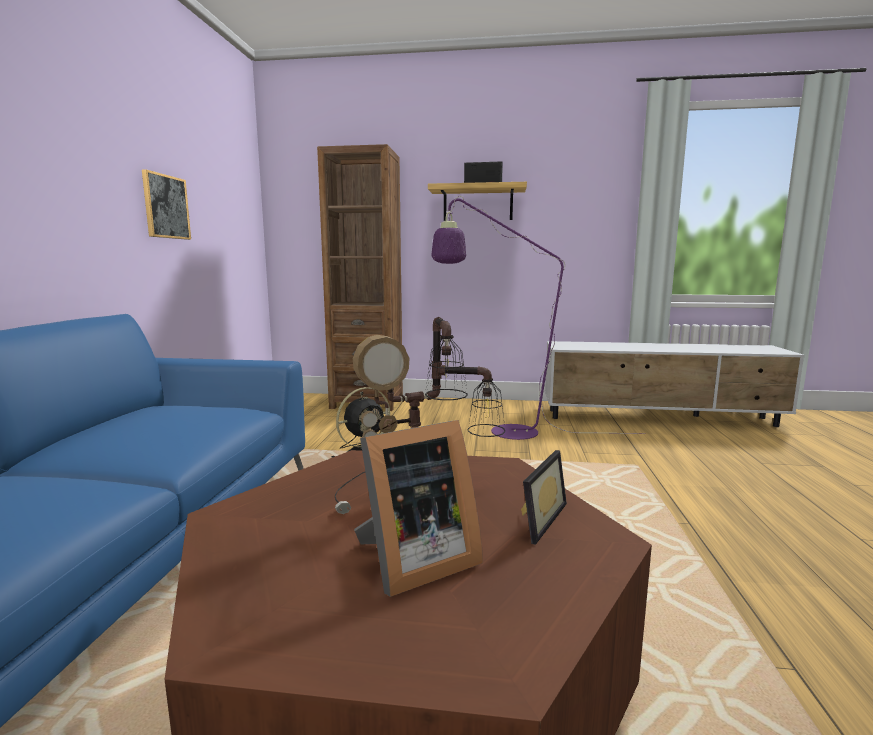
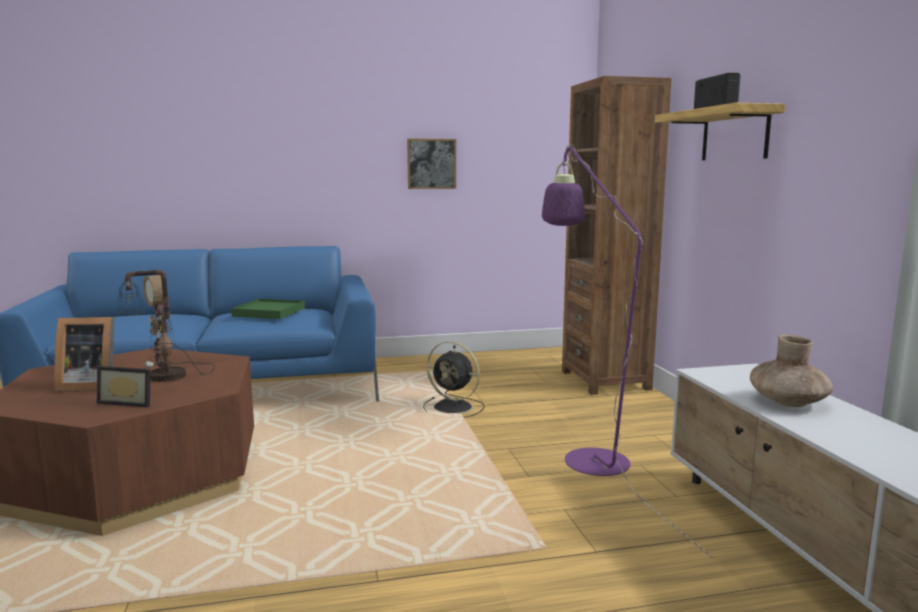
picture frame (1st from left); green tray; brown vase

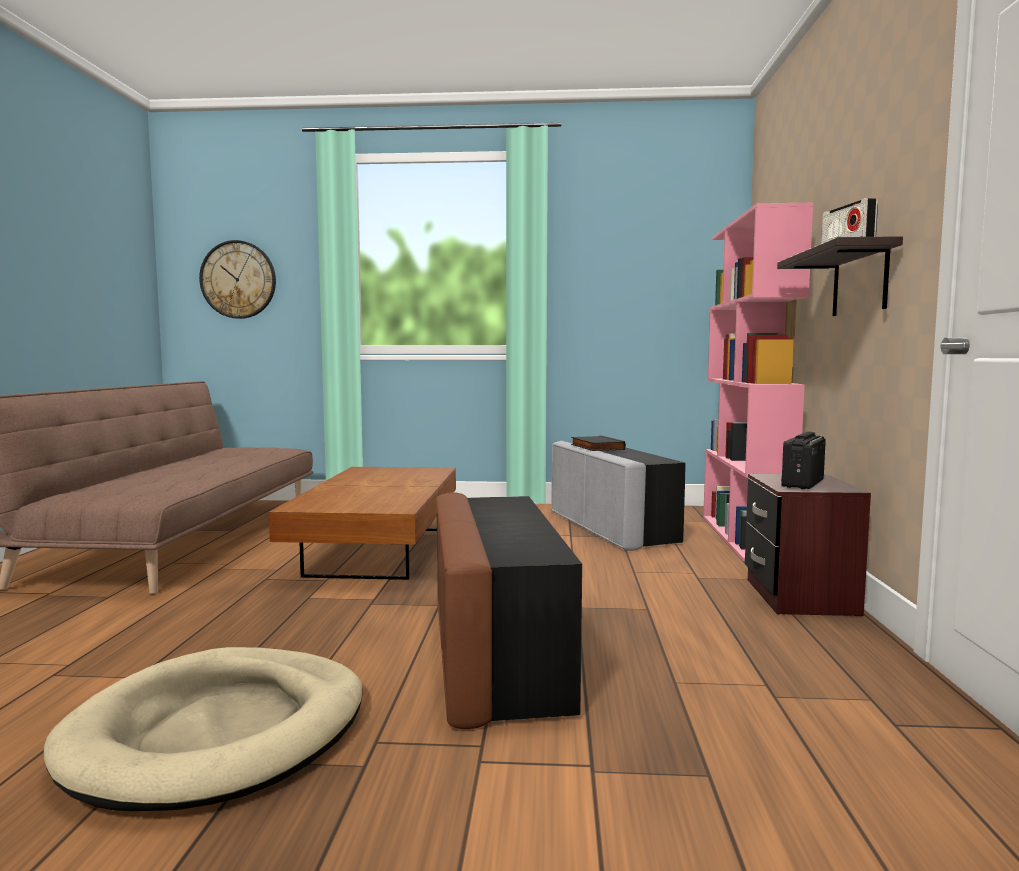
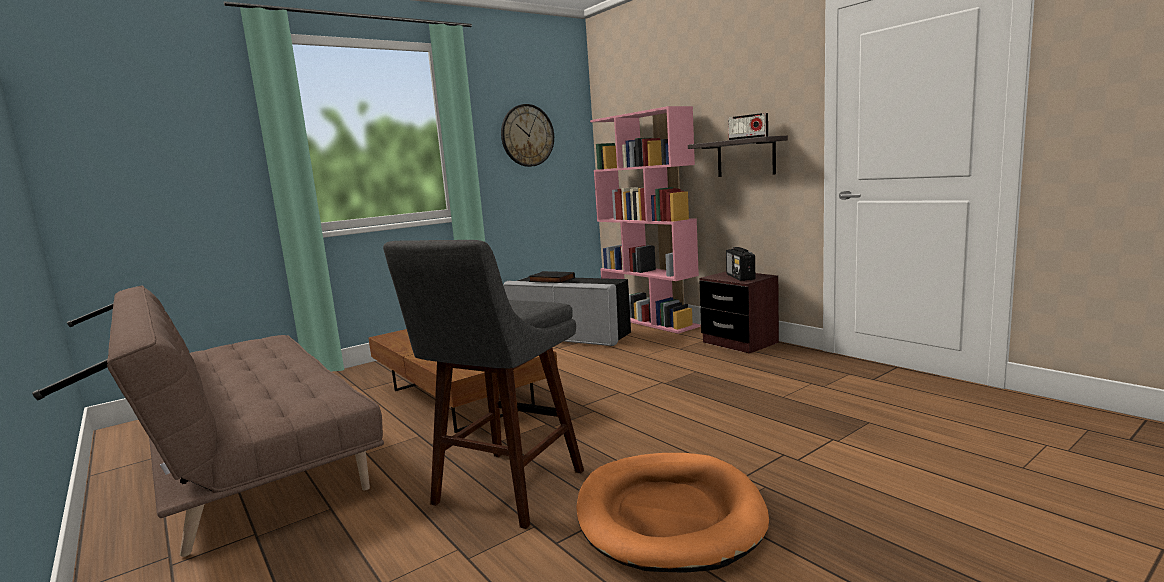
orange dog bed; wall clock; brown ottoman; grey stool

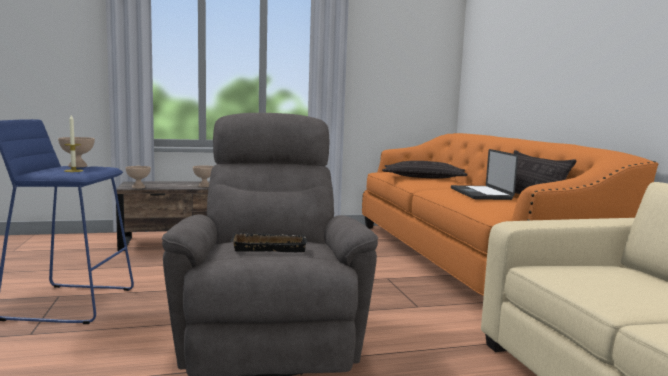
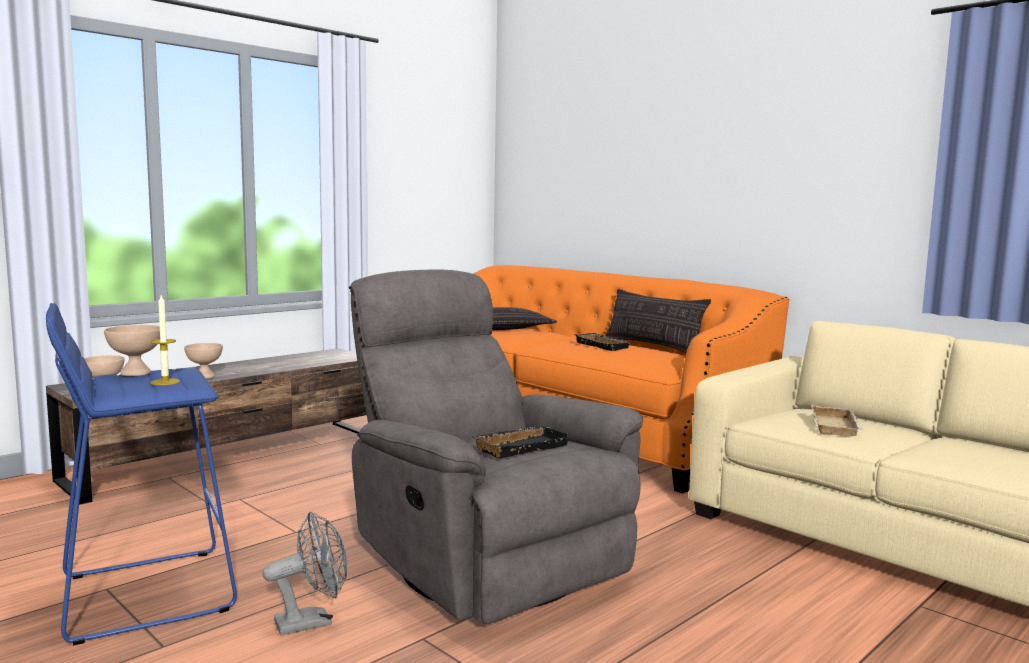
black tray (2nd from left); grey fan; beige tray

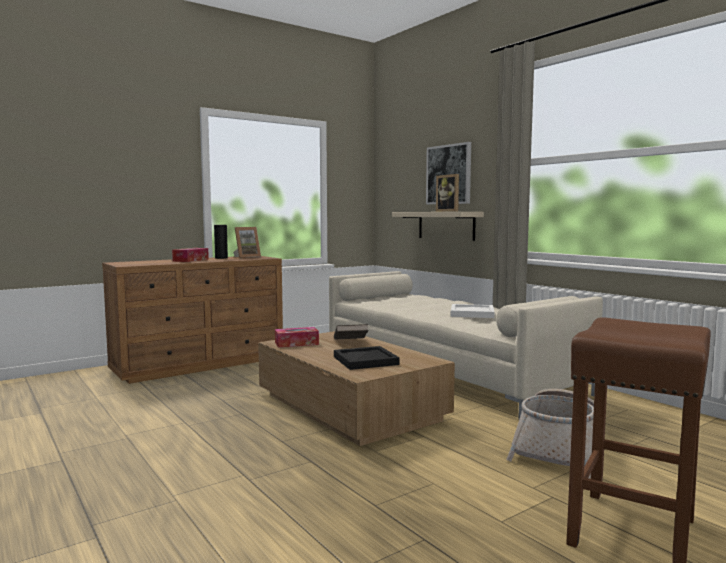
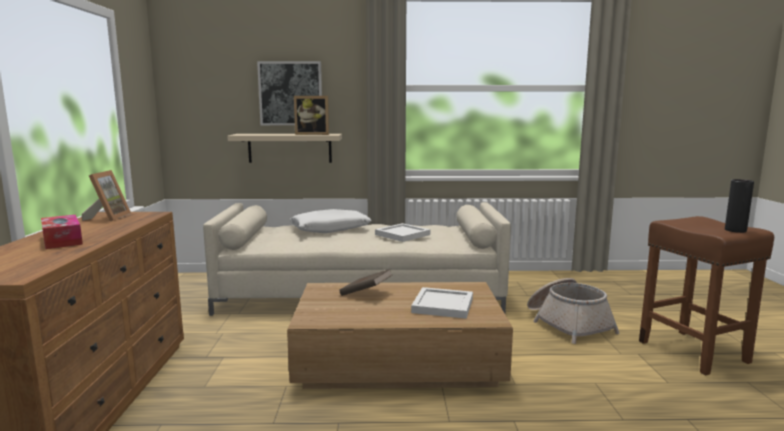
black vase; tissue box (2nd from left in the first image); white tray (2nd from left); white pillow

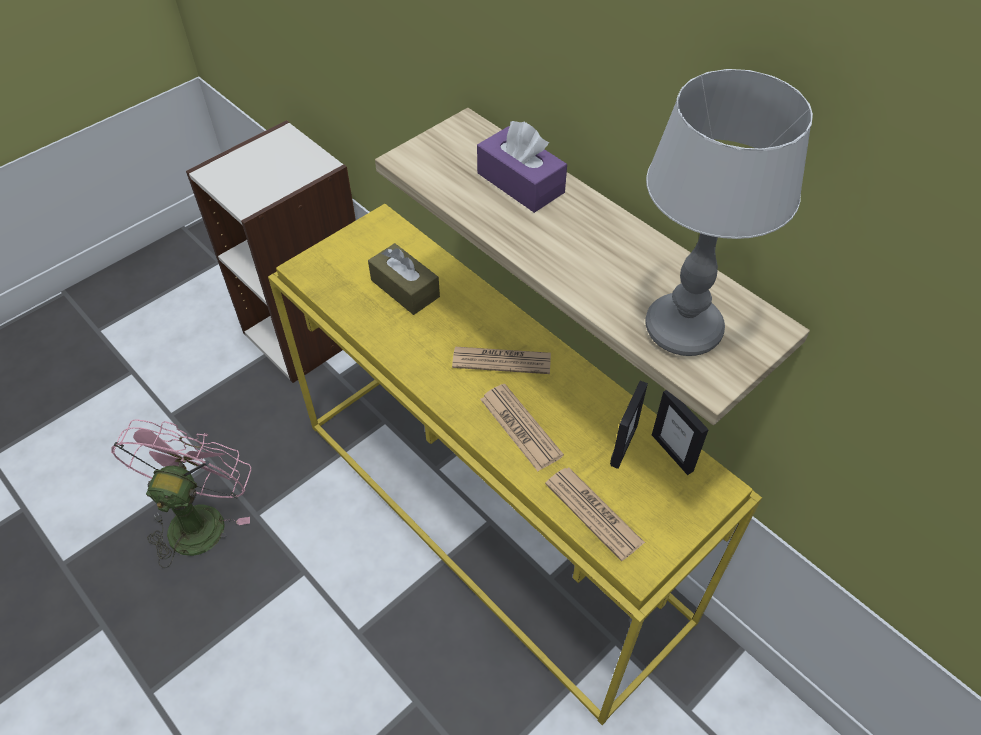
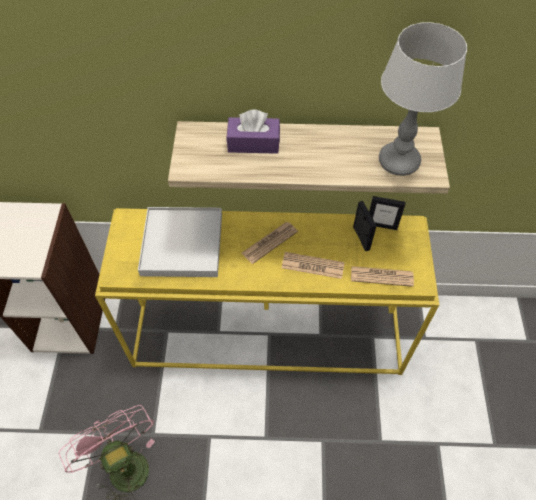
white tray

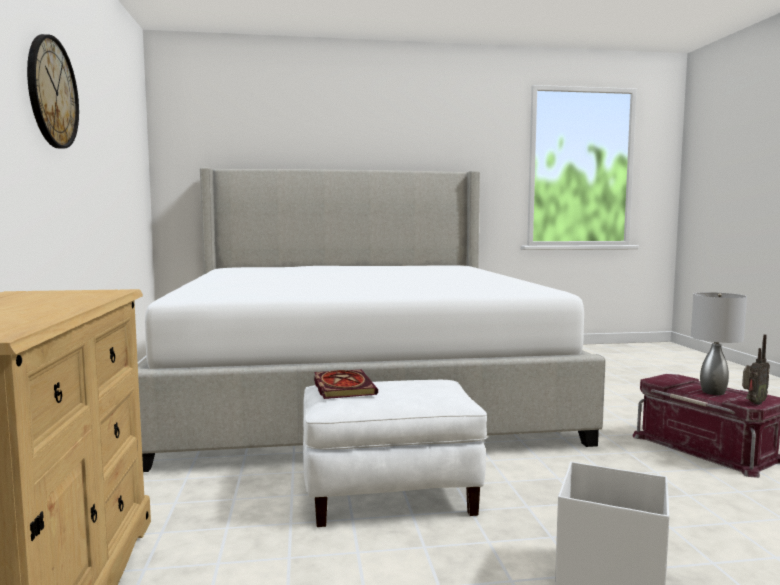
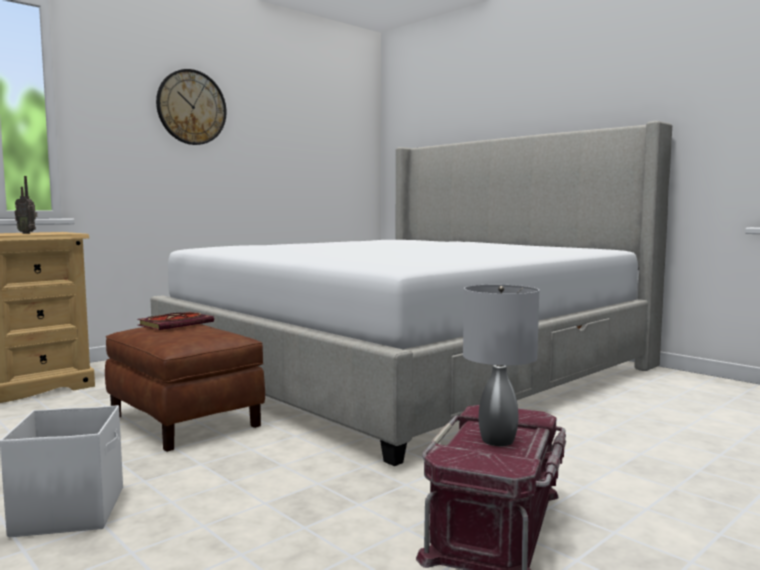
brown ottoman; radio

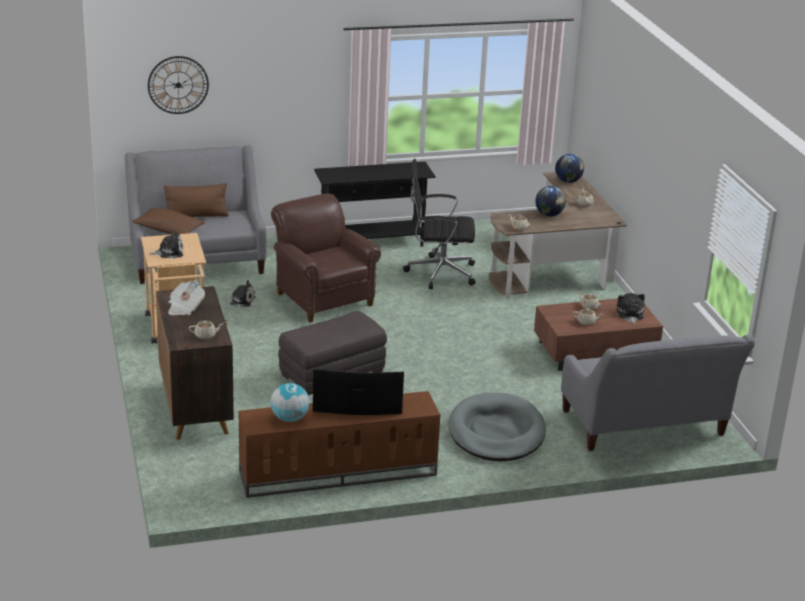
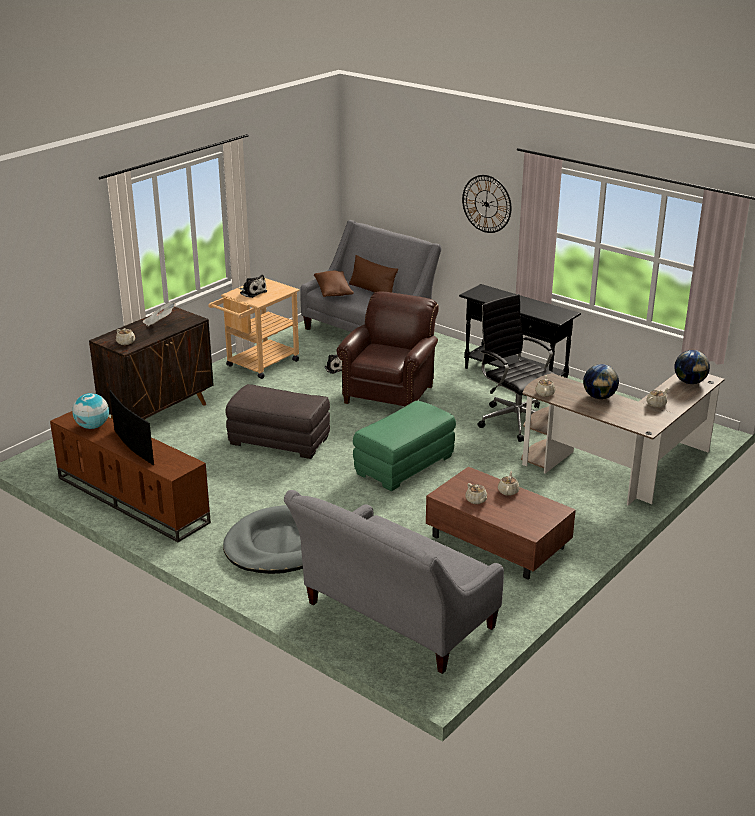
wall clock; plush toy (3rd from left in the first image); green ottoman

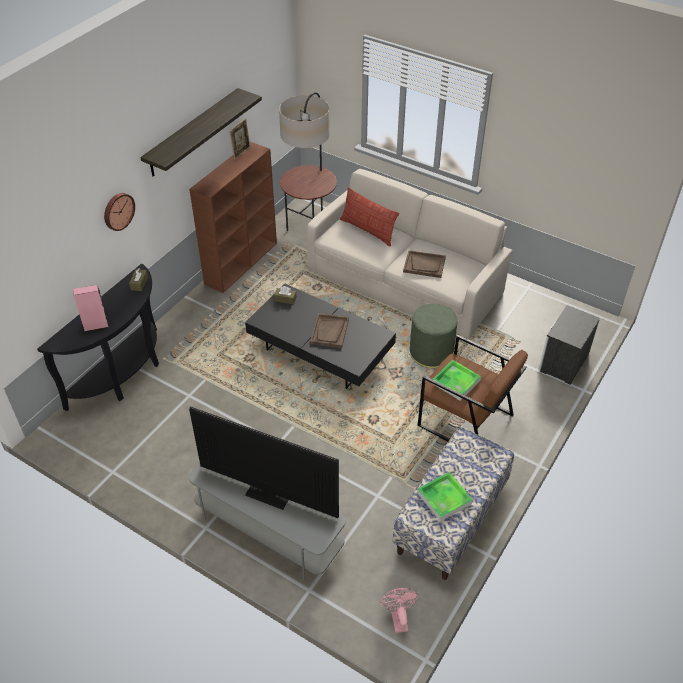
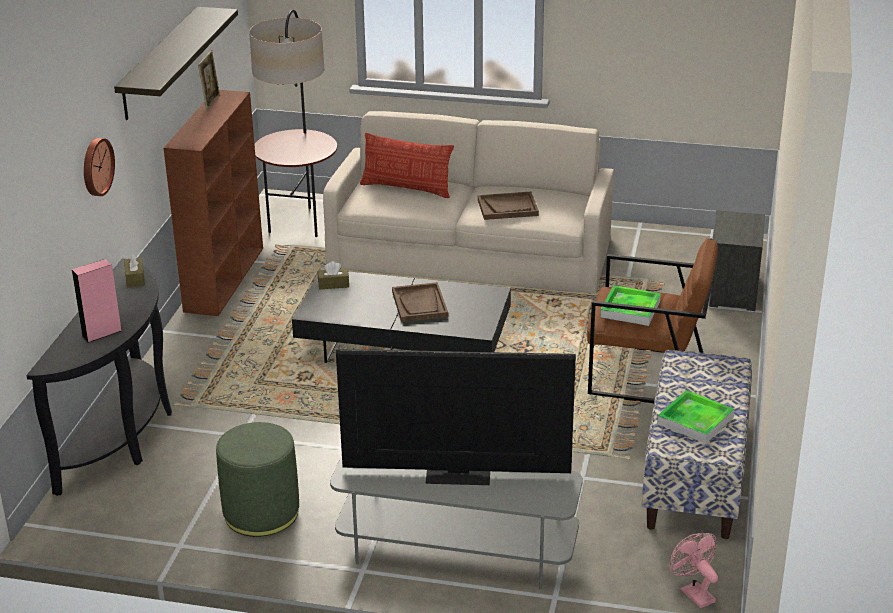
green ottoman

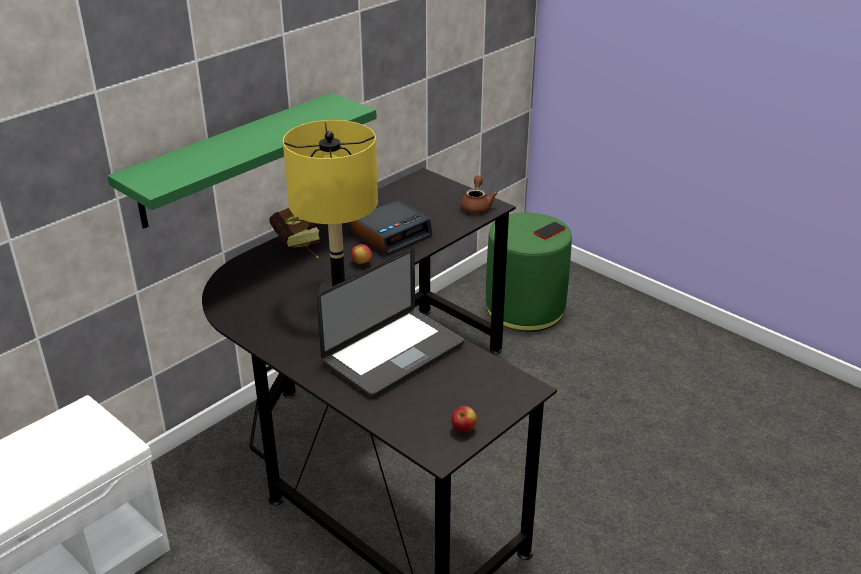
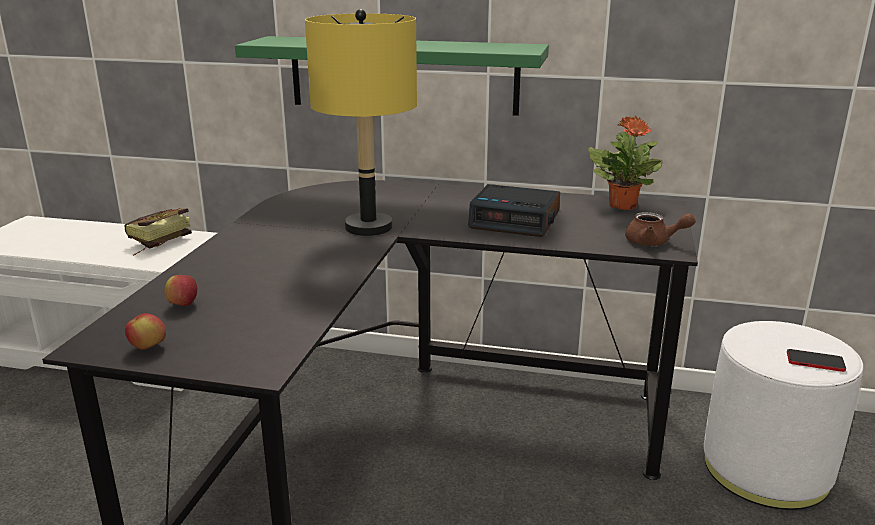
book; laptop; apple (2nd from left); brown teapot; white ottoman; potted plant

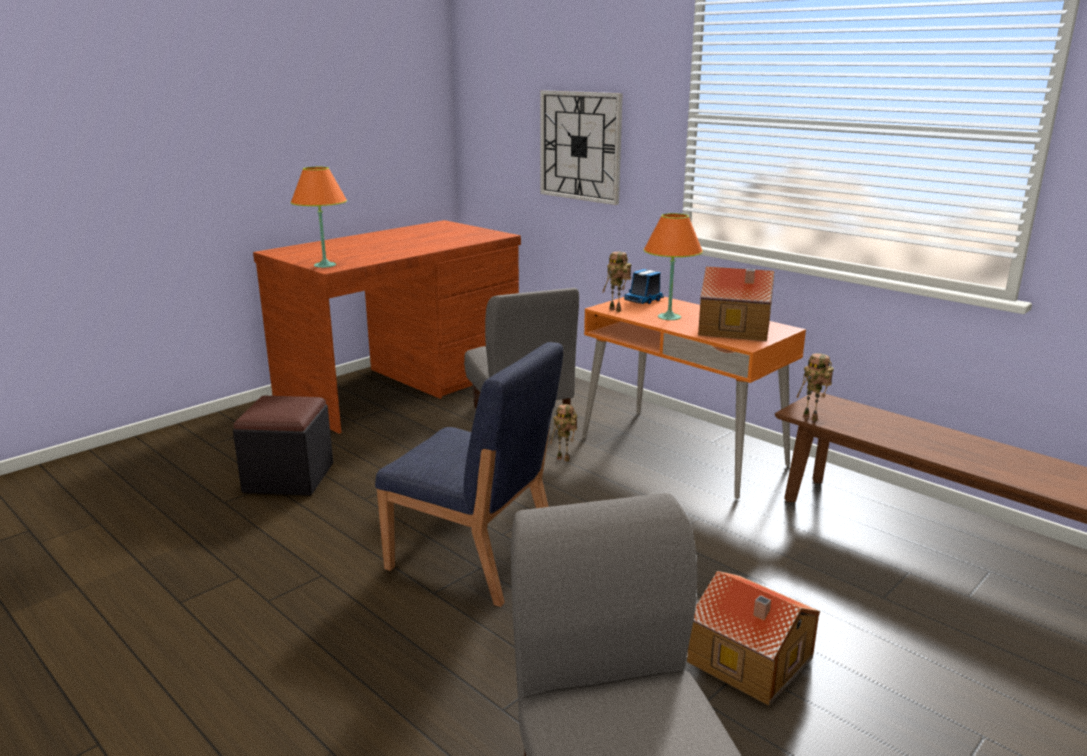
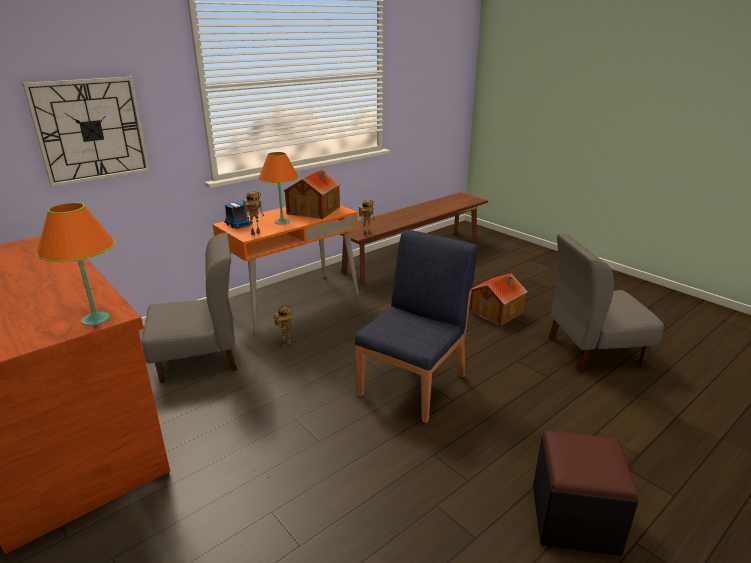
black ottoman

